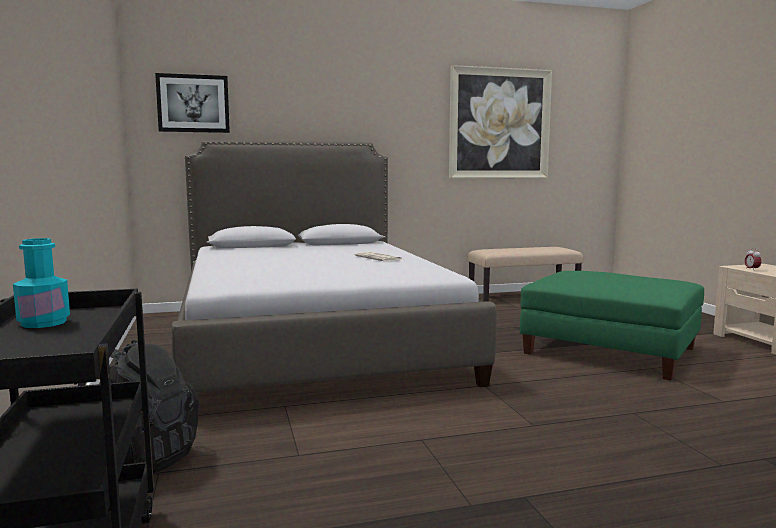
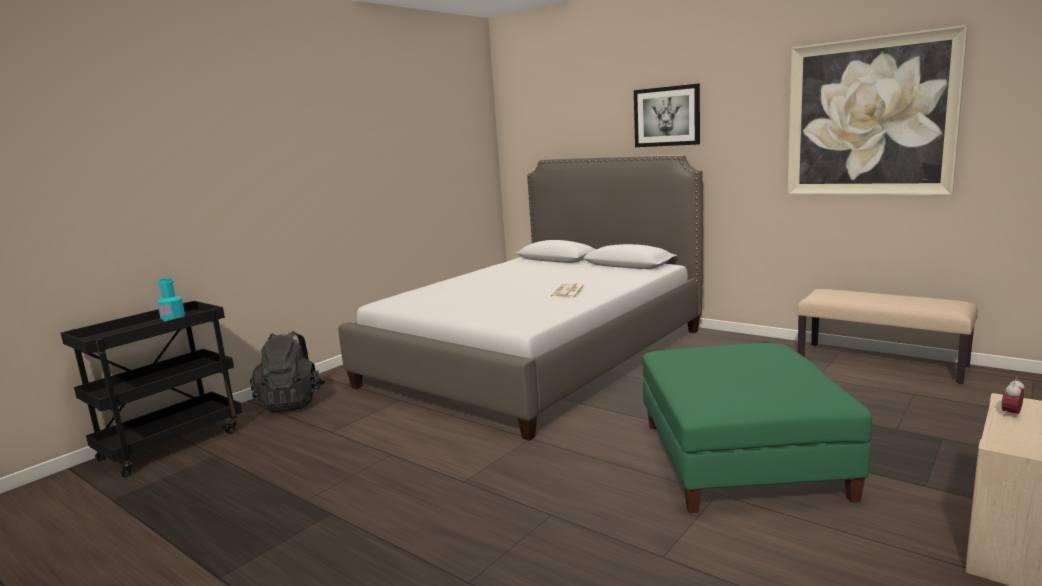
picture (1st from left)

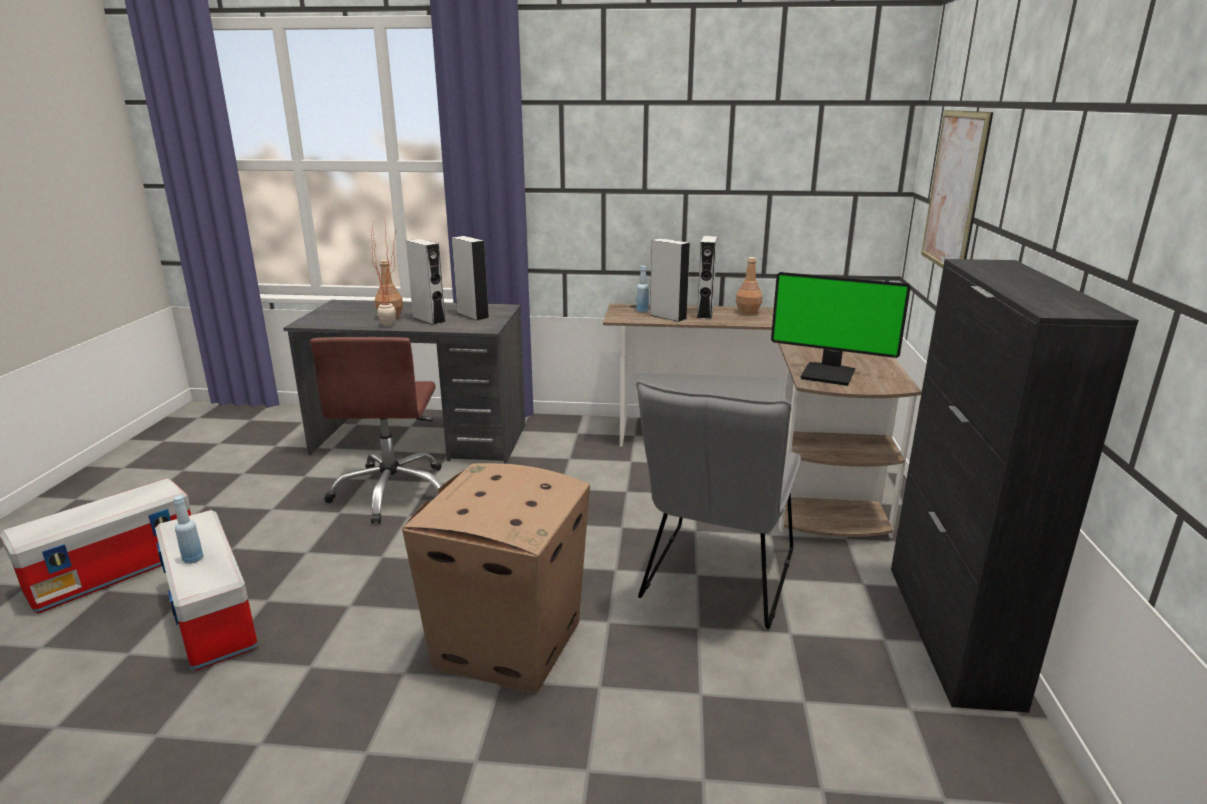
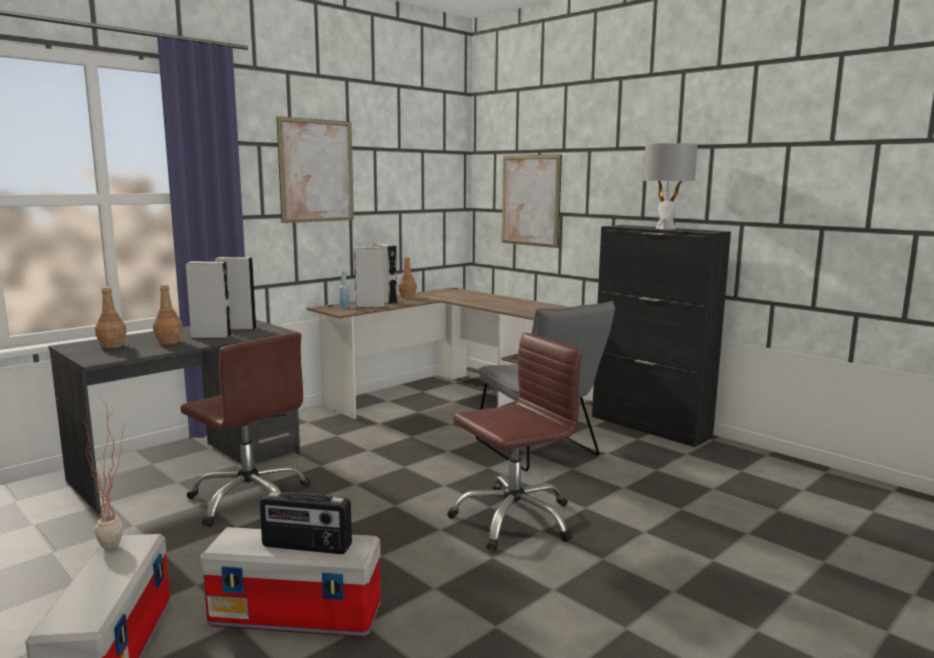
radio; potted plant; brown office chair (2nd from left); monitor; brown bottle (1st from left); picture (1st from left); grey table lamp

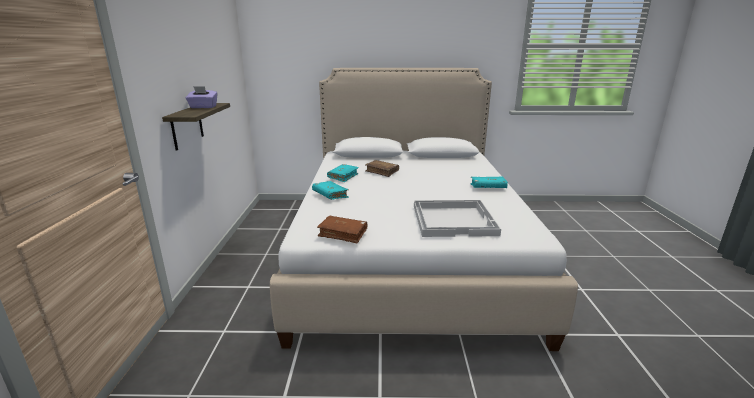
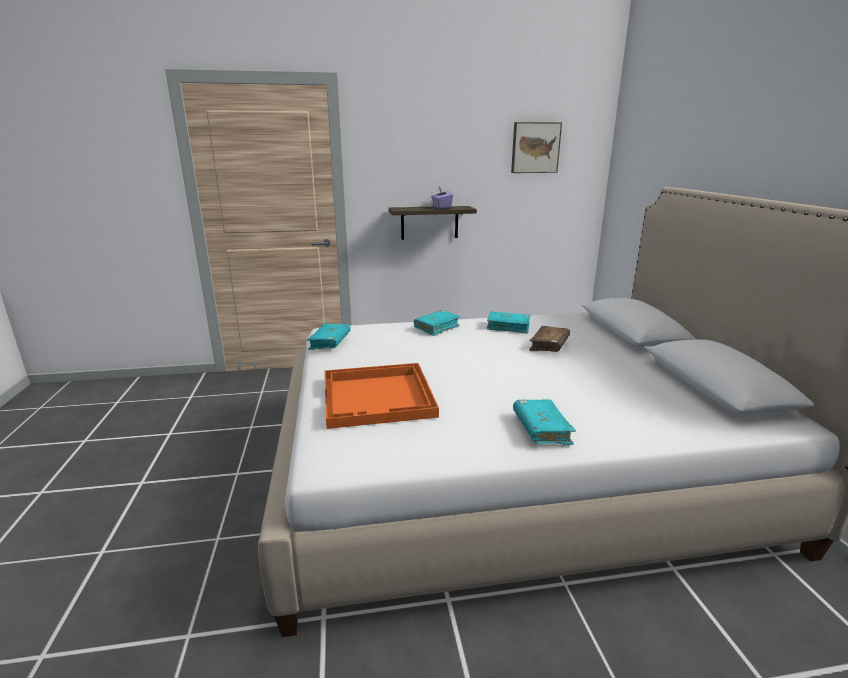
turquoise book (1st from left); orange tray; picture

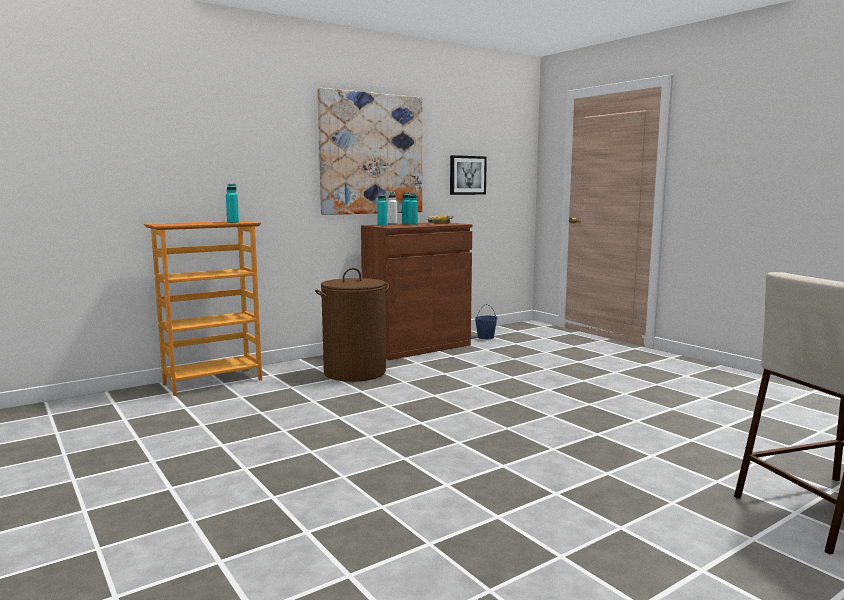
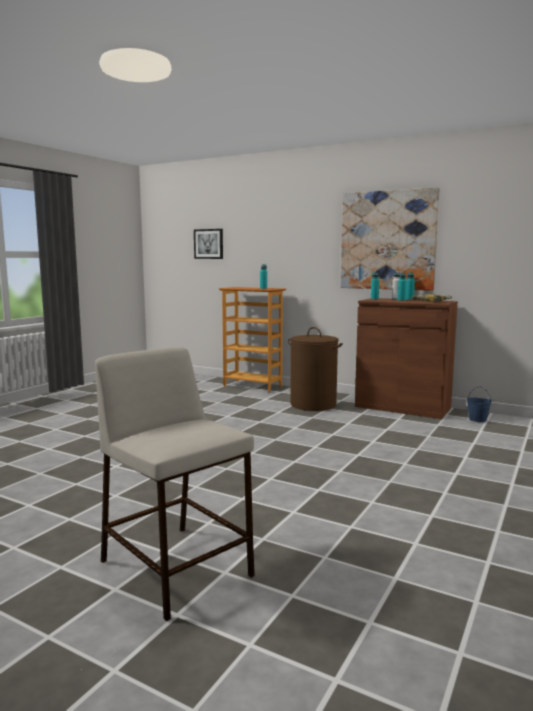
picture (1st from left)

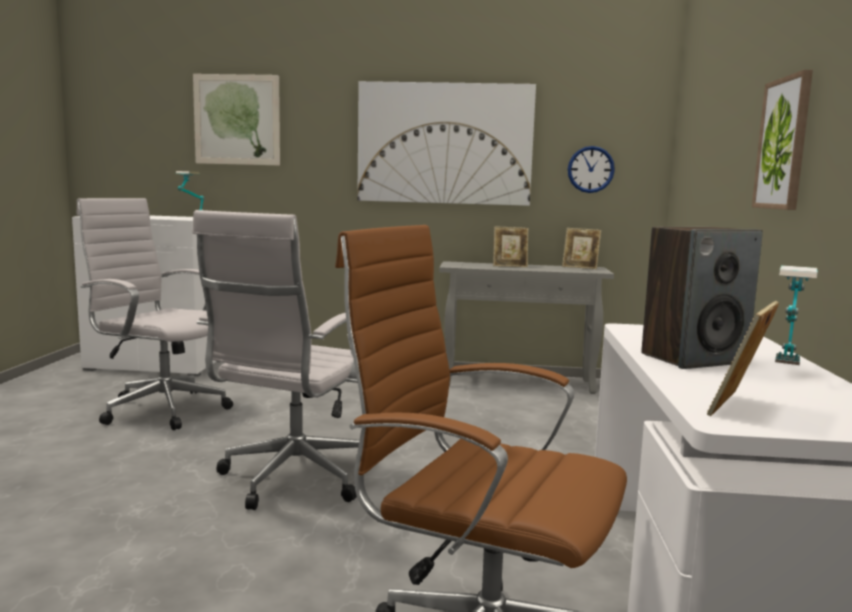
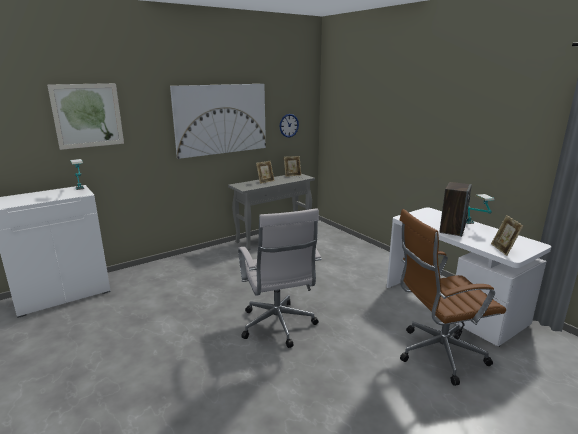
white office chair (1st from left in the first image); picture (3rd from left in the first image)

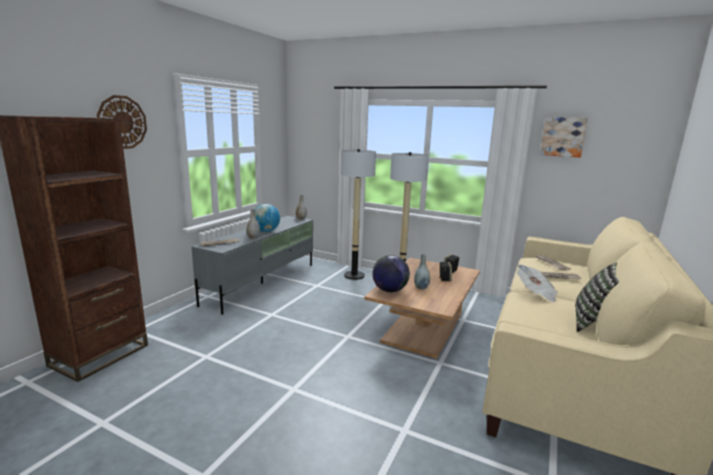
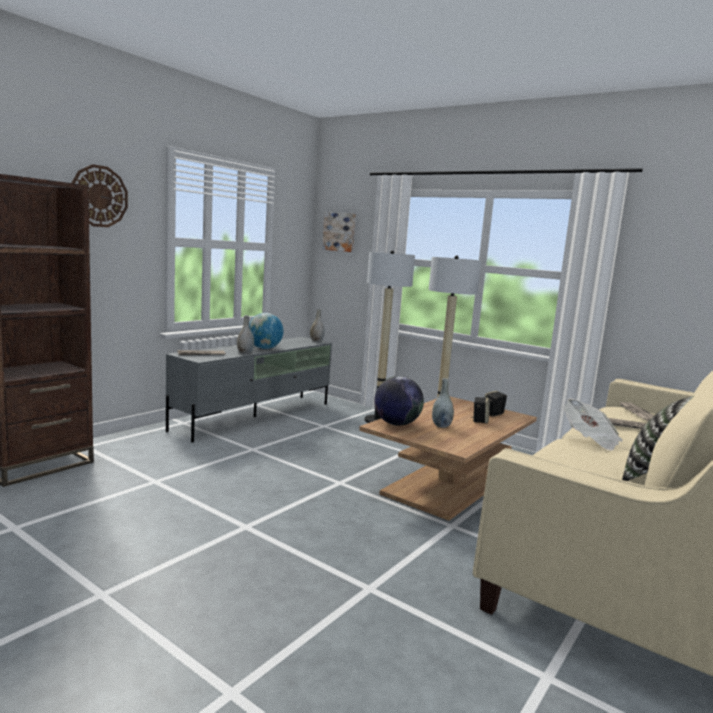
picture

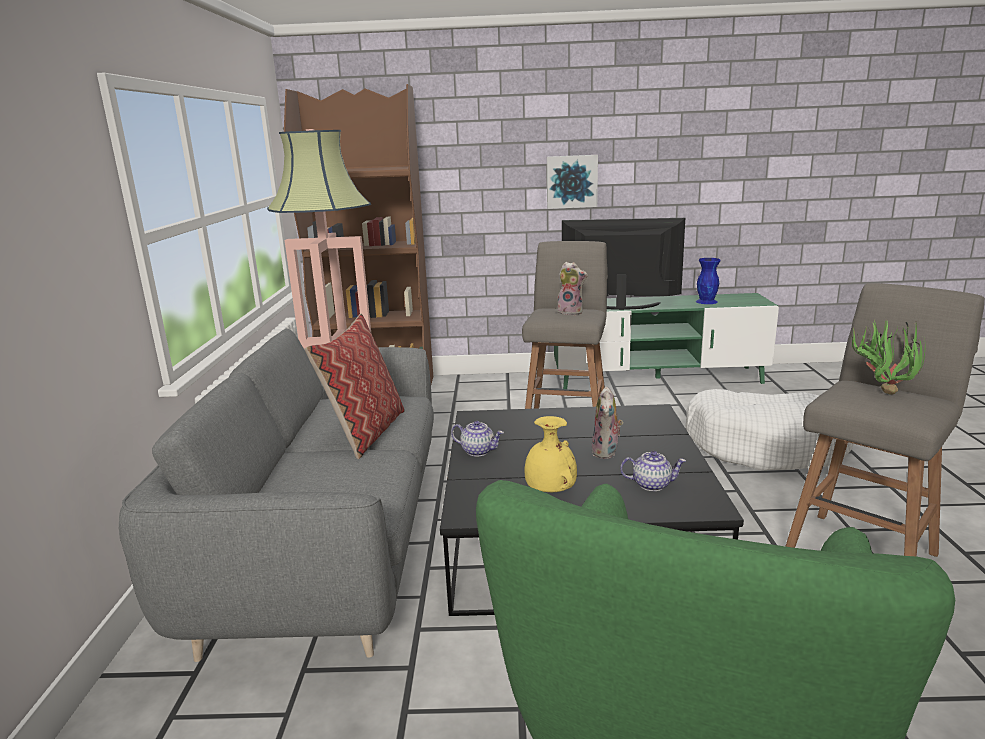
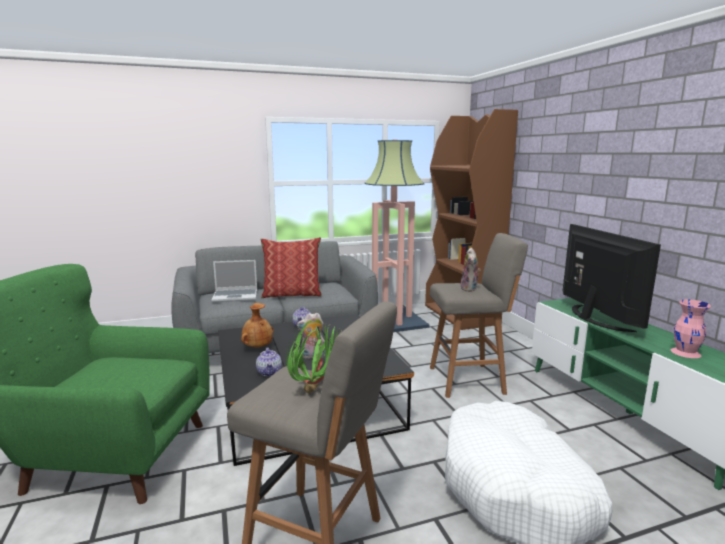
brown vase; picture; pink vase; laptop

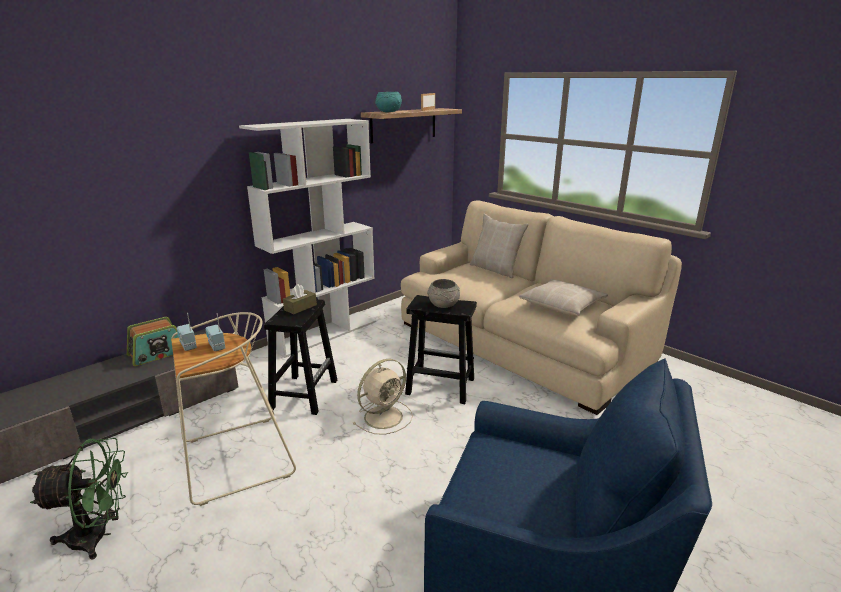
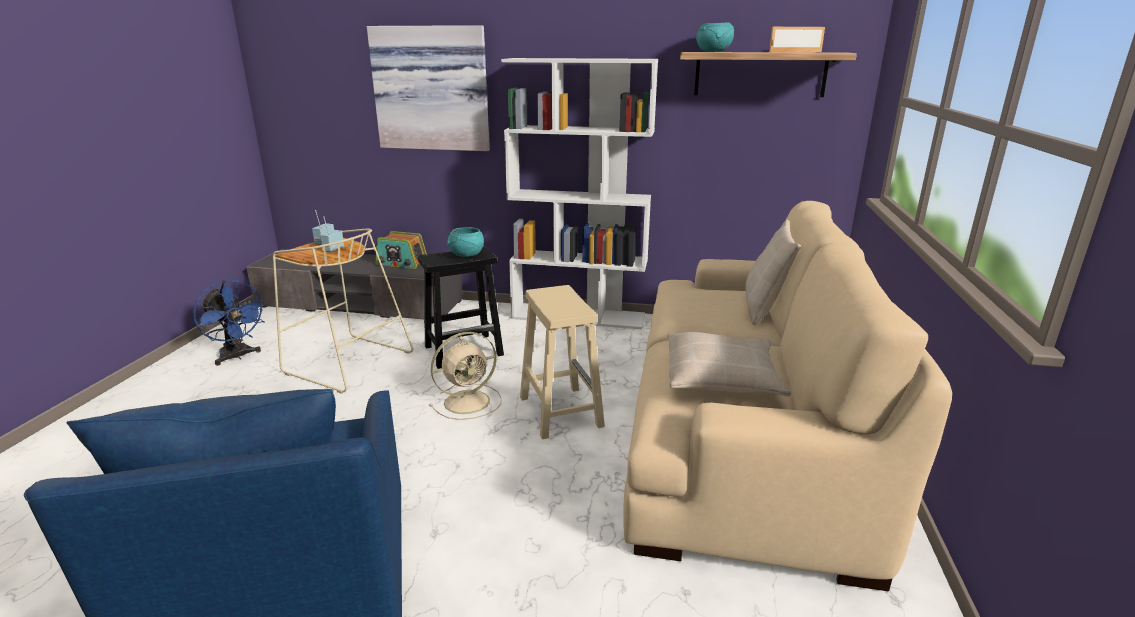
blue fan; turquoise bowl (1st from left); beige fan; beige stool (2nd from left); grey bowl; picture

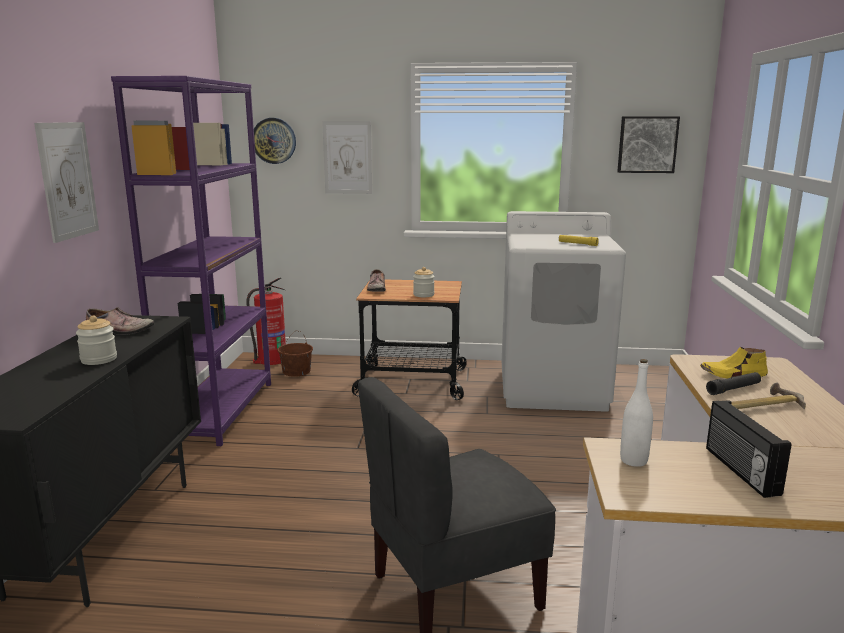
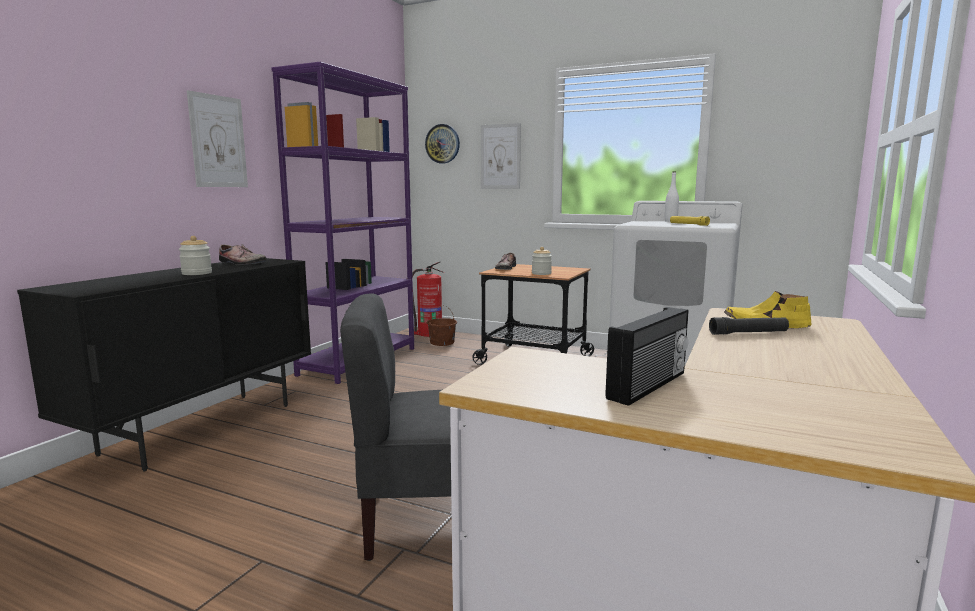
picture (3rd from left in the first image); white bottle; radio; hammer

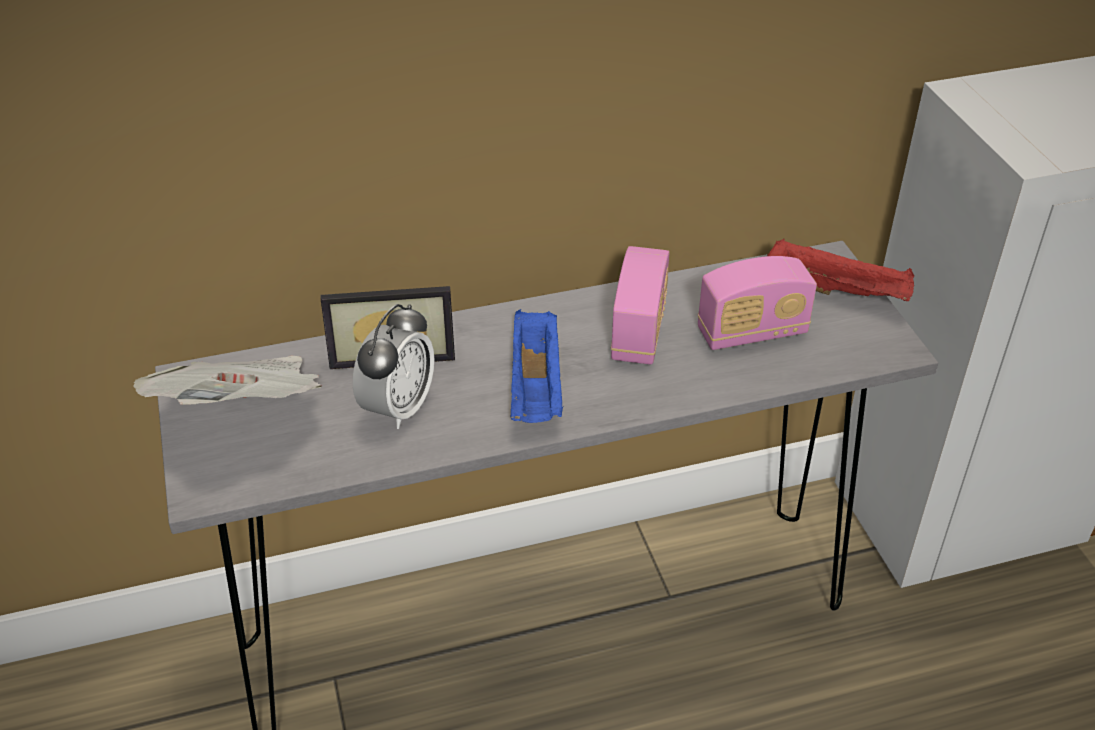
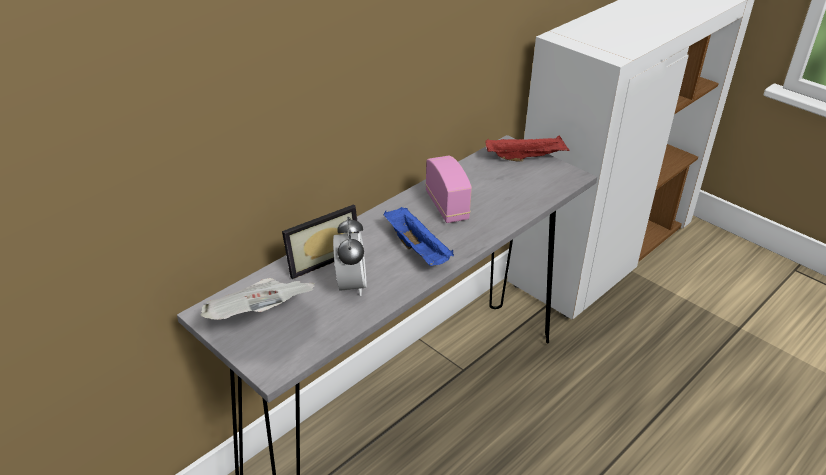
radio (2nd from left in the first image)

